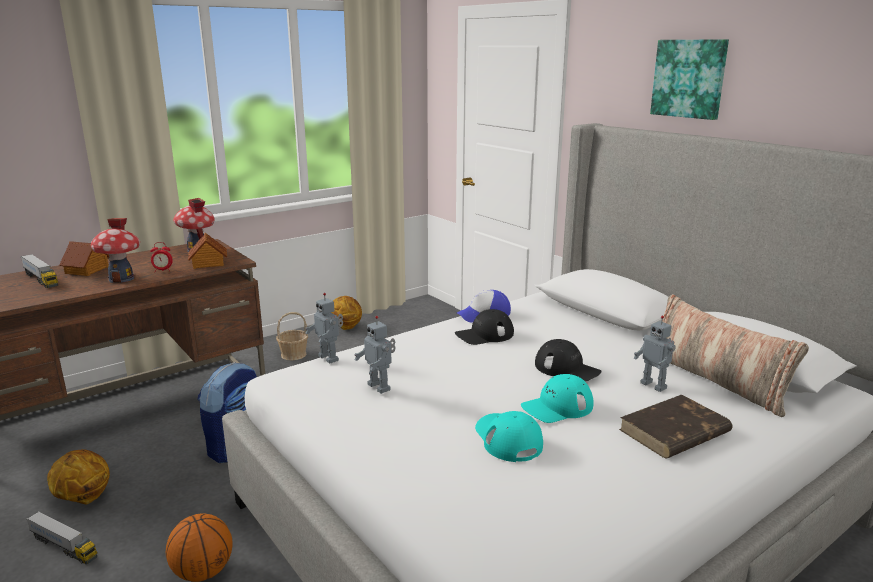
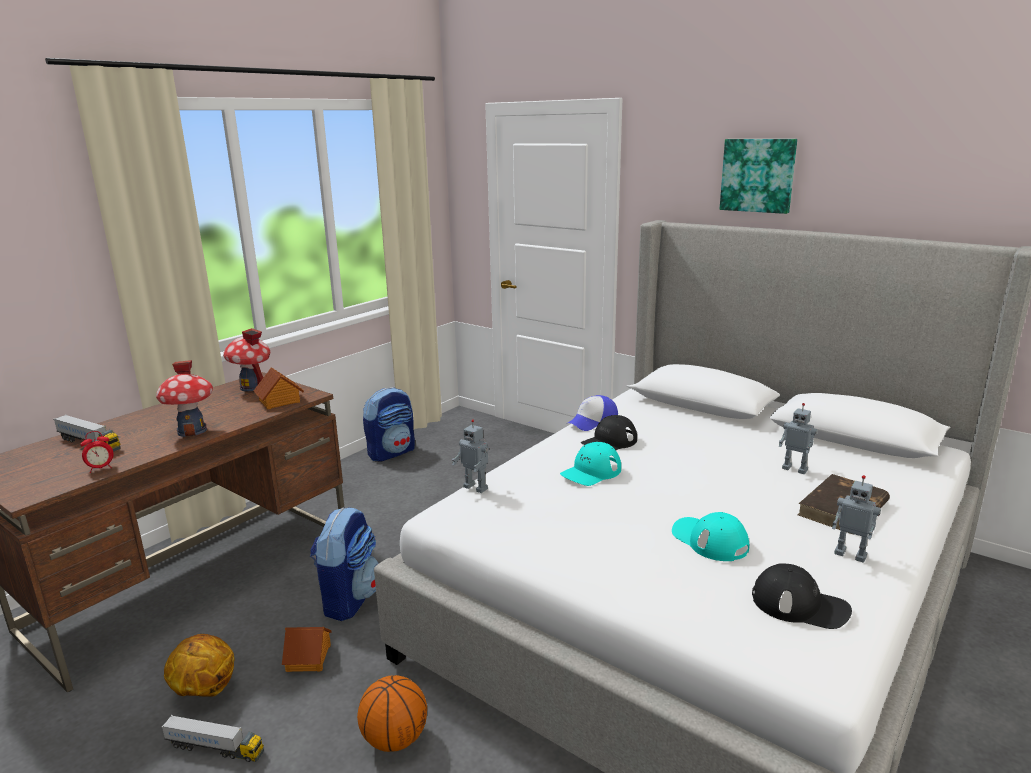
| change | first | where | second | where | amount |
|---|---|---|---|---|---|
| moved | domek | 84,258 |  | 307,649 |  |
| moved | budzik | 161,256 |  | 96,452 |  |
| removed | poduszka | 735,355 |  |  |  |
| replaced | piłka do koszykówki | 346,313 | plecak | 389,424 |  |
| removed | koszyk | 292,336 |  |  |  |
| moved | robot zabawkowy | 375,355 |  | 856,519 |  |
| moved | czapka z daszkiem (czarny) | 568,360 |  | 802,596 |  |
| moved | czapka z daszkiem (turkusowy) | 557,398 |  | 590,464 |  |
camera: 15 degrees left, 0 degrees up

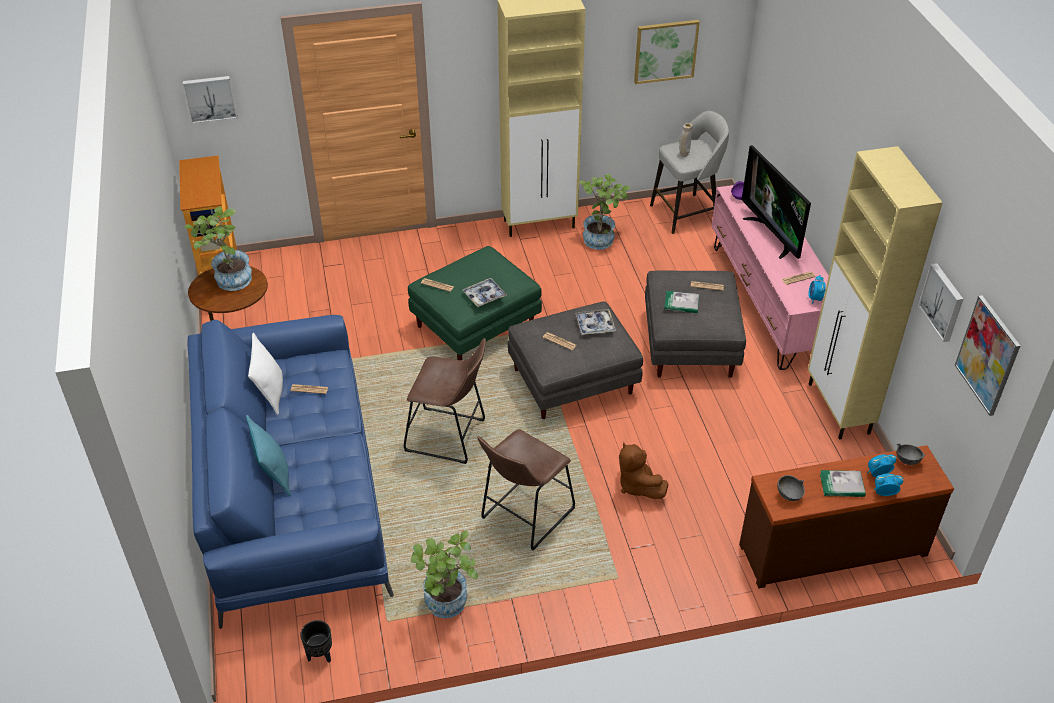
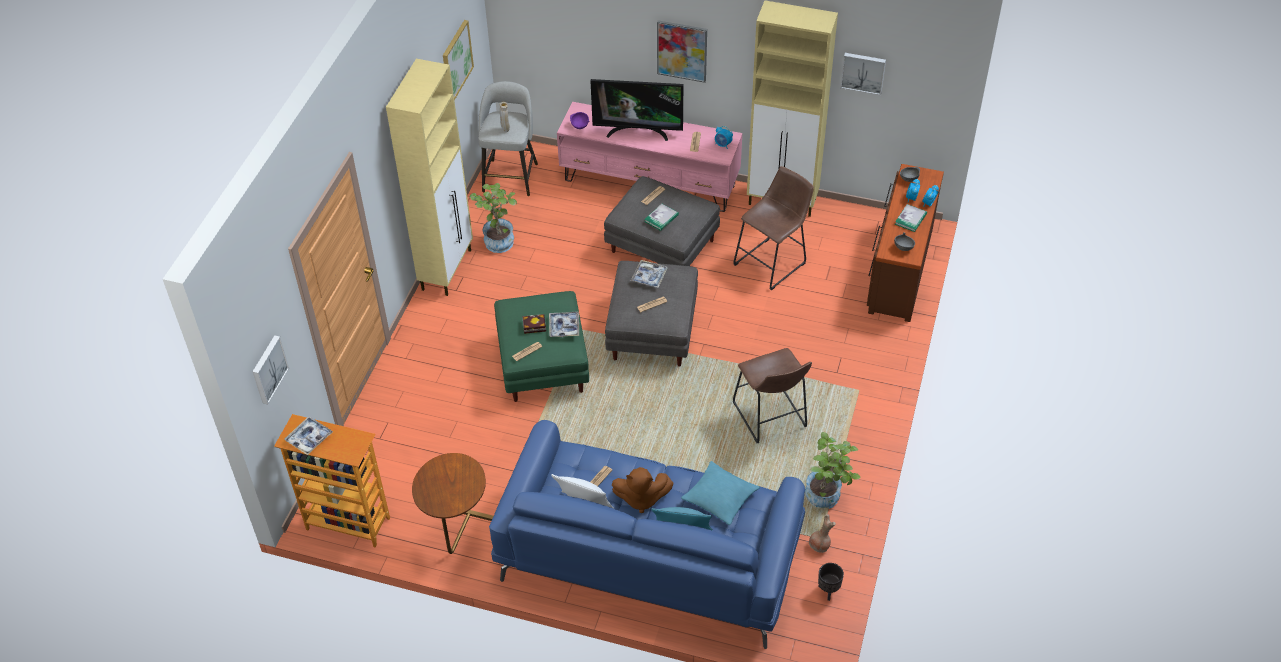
| change | first | where | second | where | amount |
|---|---|---|---|---|---|
| removed | roślina doniczkowa | 218,248 |  |  |  |
| moved | obraz | 987,355 |  | 682,51 |  |
| moved | stołek (brązowy) | 445,401 |  | 773,228 |  |
| moved | pluszak (brązowy) | 643,470 |  | 642,490 |  |
| added |  |  | książka | 534,324 |  |
| added |  |  | taca | 308,435 |  |
| added |  |  | poduszka (turkusowy) | 720,493 |  |
| added |  |  | wazon (brązowy) | 822,533 |  |
camera: 60 degrees left, 5 degrees up

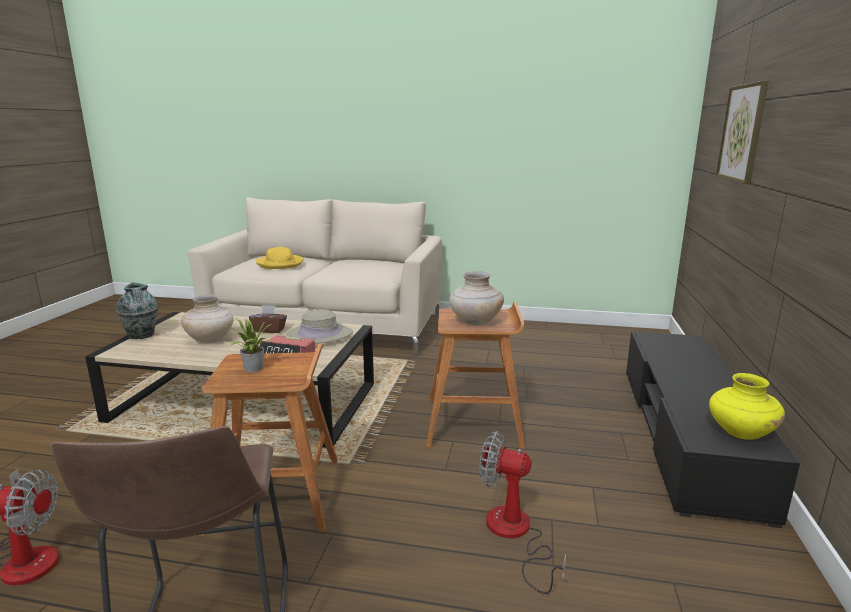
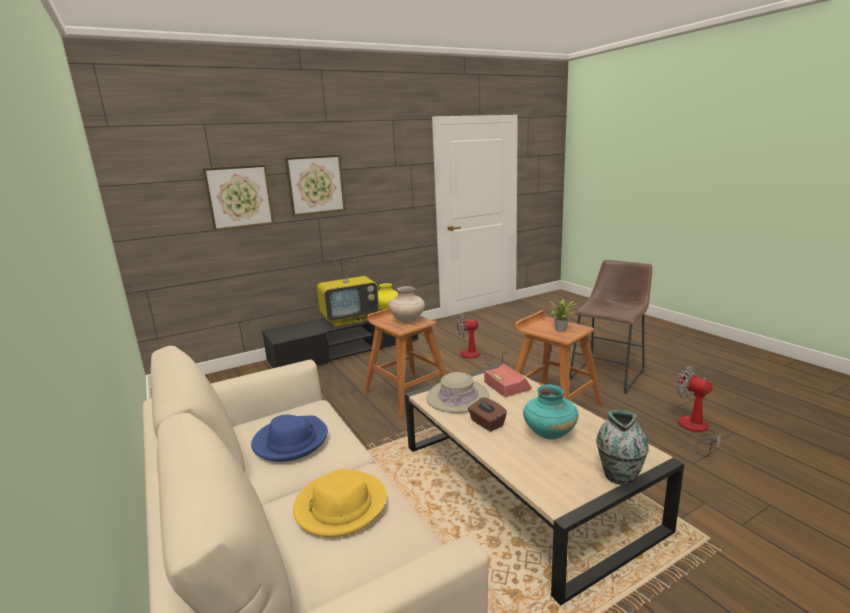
| change | first | where | second | where | amount |
|---|---|---|---|---|---|
| recoloured | wazon (beżowy) | 207,318 | wazon (turkusowy) | 550,411 |  |
| turned | wentylator | 522,512 |  | 482,340 | 105 degrees clockwise |
| added |  |  | obraz | 315,185 |  |
| added |  |  | telewizor | 348,292 |  |
| added |  |  | kapelusz (niebieski) | 289,438 |  |
camera: 130 degrees left, 0 degrees up

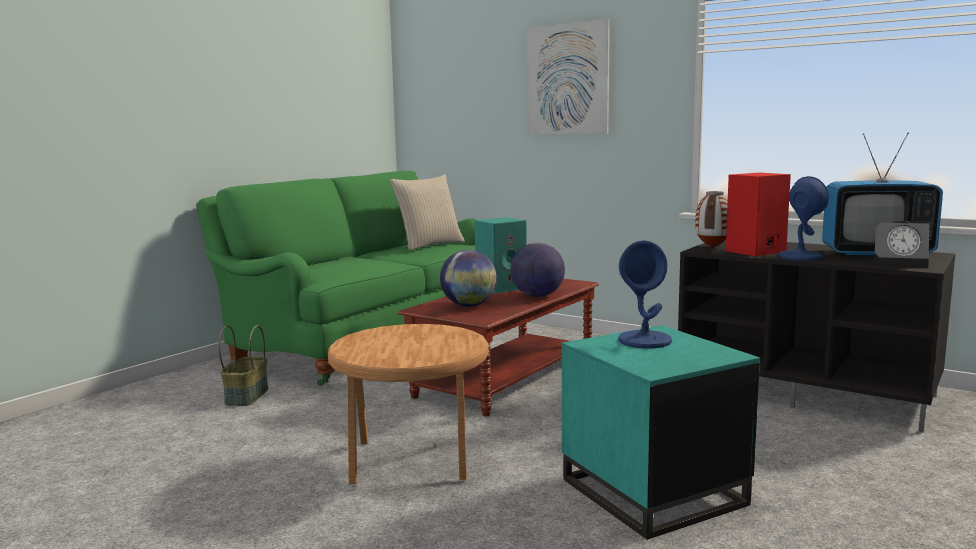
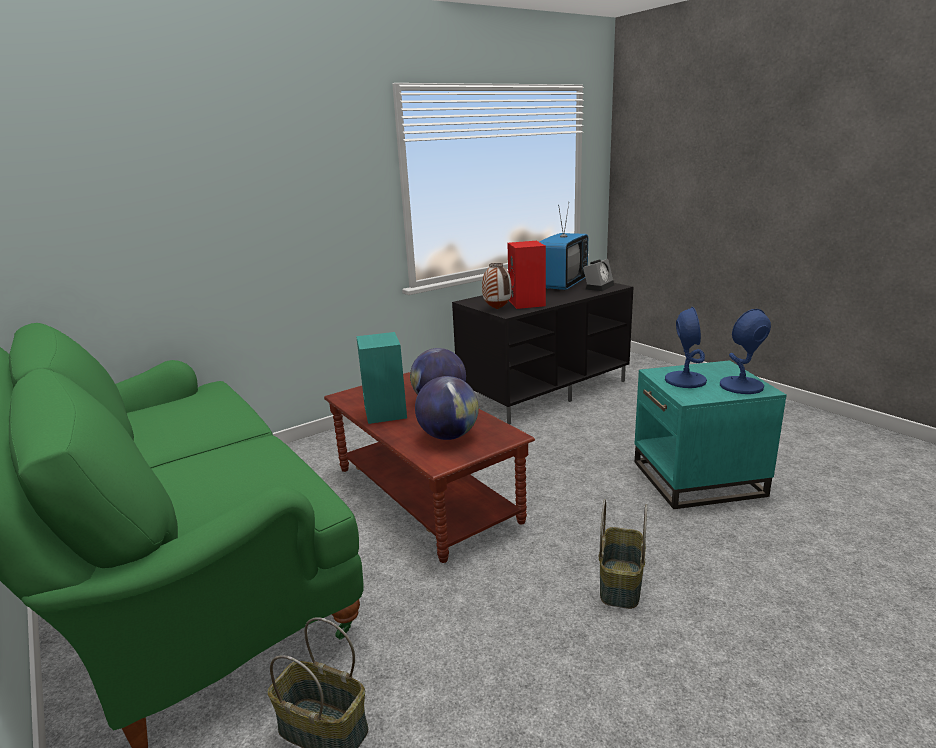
| change | first | where | second | where | amount |
|---|---|---|---|---|---|
| removed | obraz | 568,76 |  |  |  |
| removed | poduszka (beżowy) | 427,212 |  |  |  |
| moved | lampa stołowa (niebieski) | 803,218 |  | 745,351 |  |
| replaced | stolik (brązowy) | 408,404 | koszyk | 623,554 |  |
camera: 70 degrees left, 10 degrees up

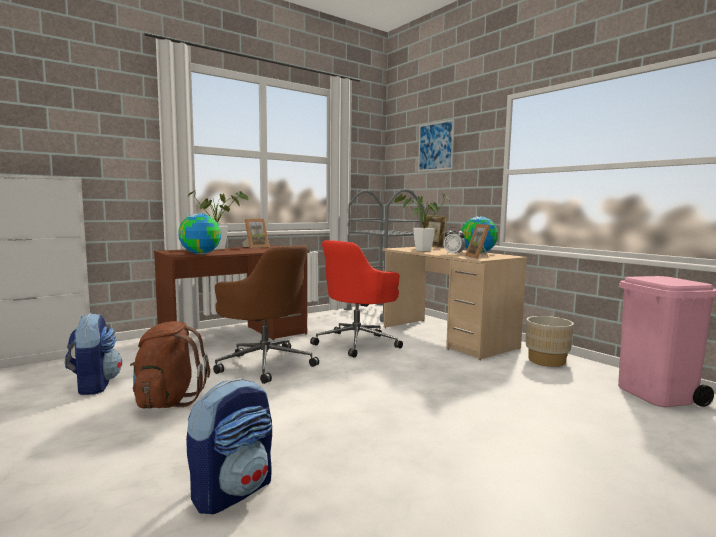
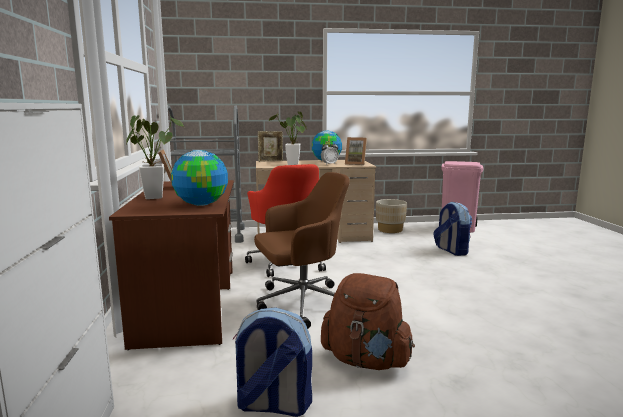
| change | first | where | second | where | amount |
|---|---|---|---|---|---|
| removed | obraz | 436,145 |  |  |  |
| moved | plecak | 229,446 |  | 453,229 |  |
camera: 60 degrees left, 5 degrees up

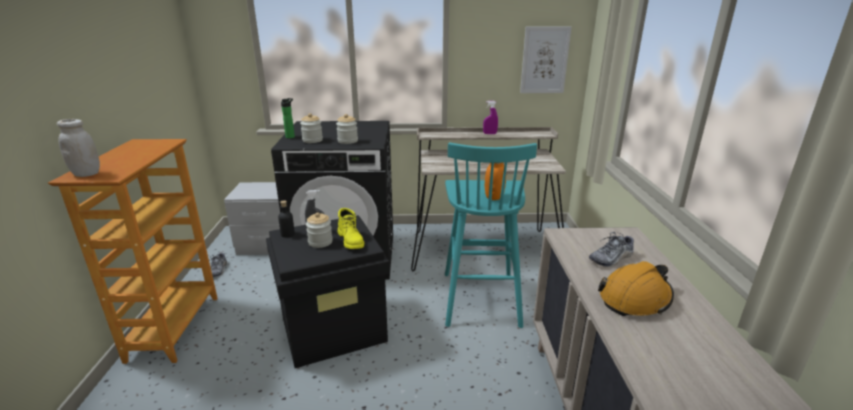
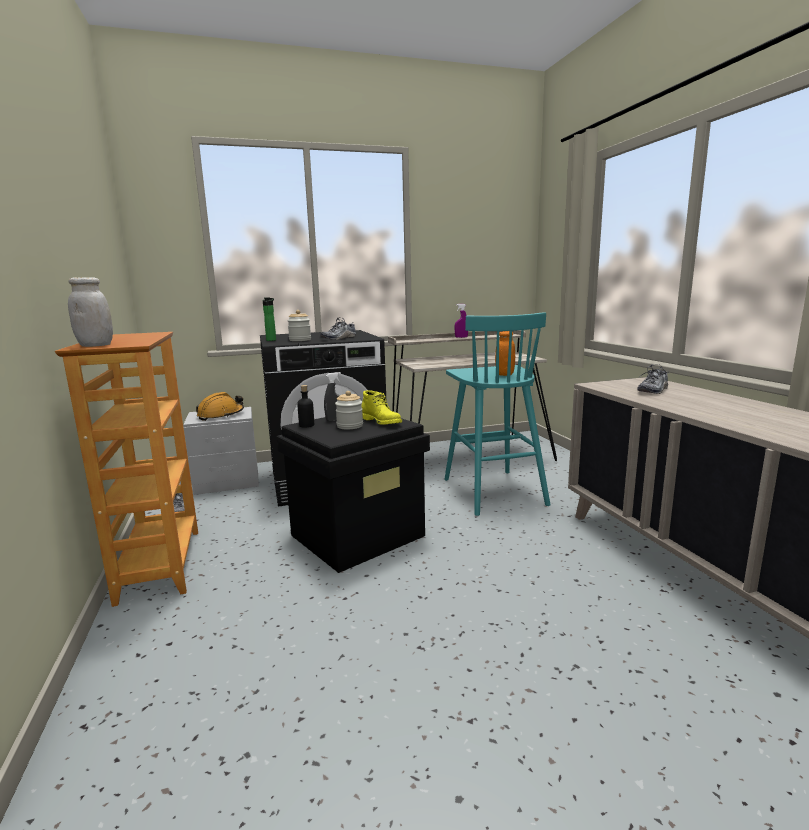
| change | first | where | second | where | amount |
|---|---|---|---|---|---|
| removed | obraz | 545,60 |  |  |  |
| replaced | słoik | 347,129 | but | 338,328 |  |
| moved | kask (pomarańczowy) | 636,288 |  | 220,406 |  |
camera: 15 degrees left, 10 degrees down

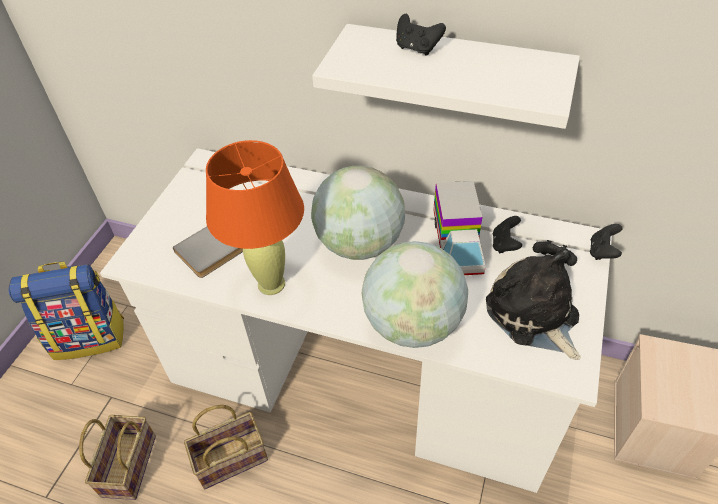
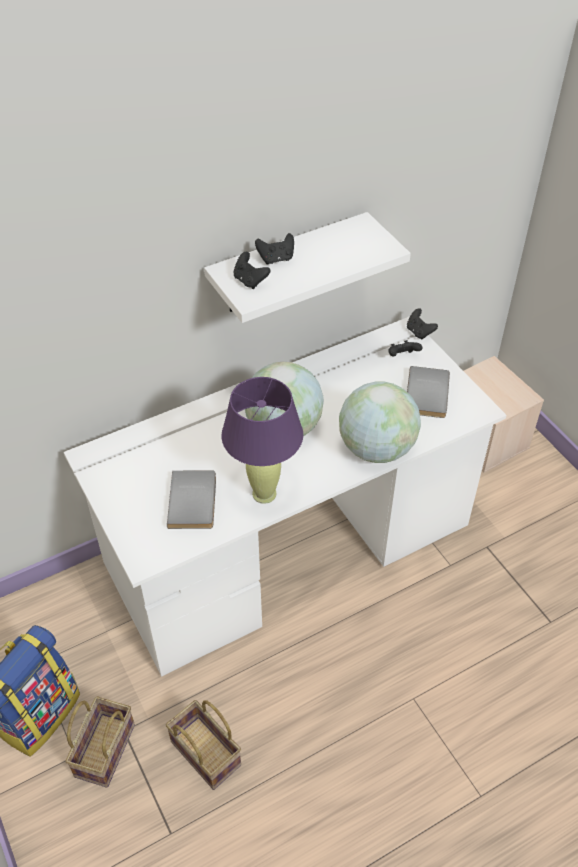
| change | first | where | second | where | amount |
|---|---|---|---|---|---|
| recoloured | lampa stołowa (pomarańczowy) | 255,217 | lampa stołowa (fioletowy) | 262,440 |  |
| removed | ciężarówka zabawkowa | 459,228 |  |  |  |
| moved | pad do gier (czarny) | 507,234 |  | 252,270 |  |
| replaced | pluszak | 533,304 | książka (szary) | 428,392 |  |
| moved | koszyk | 226,447 |  | 100,742 |  |
camera: 50 degrees left, 0 degrees up

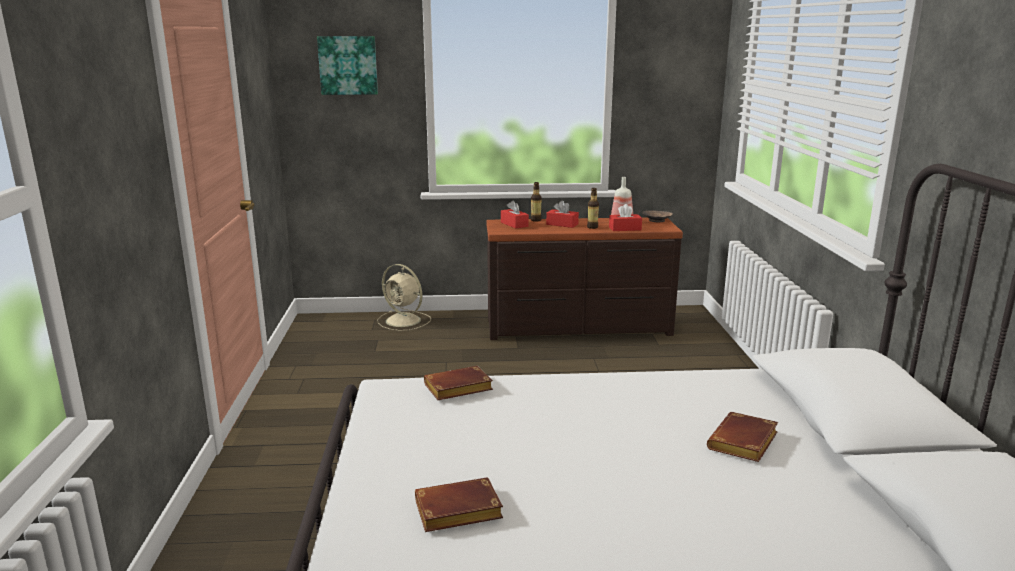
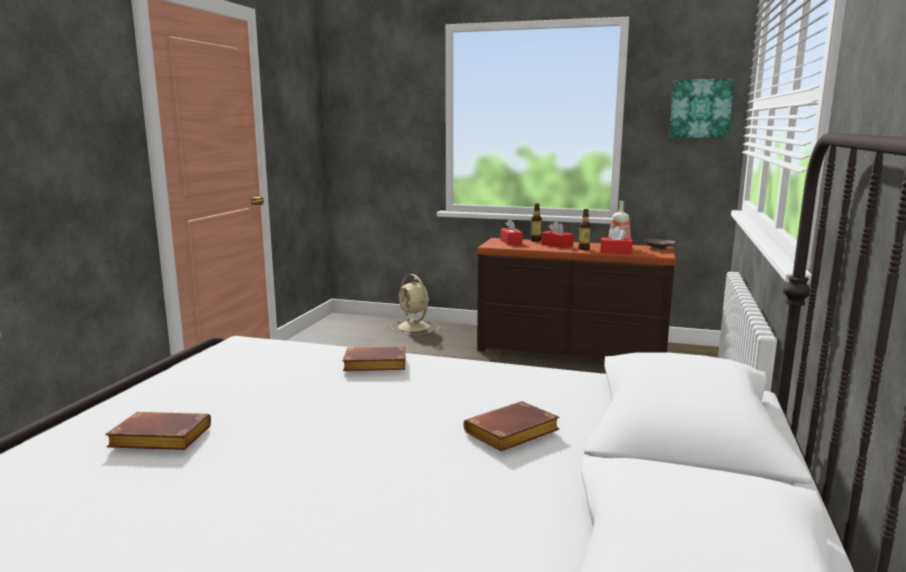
| change | first | where | second | where | amount |
|---|---|---|---|---|---|
| moved | obraz | 347,65 |  | 701,108 |  |
| moved | książka (brązowy) | 458,383 |  | 374,359 |  |
camera: 20 degrees right, 5 degrees down

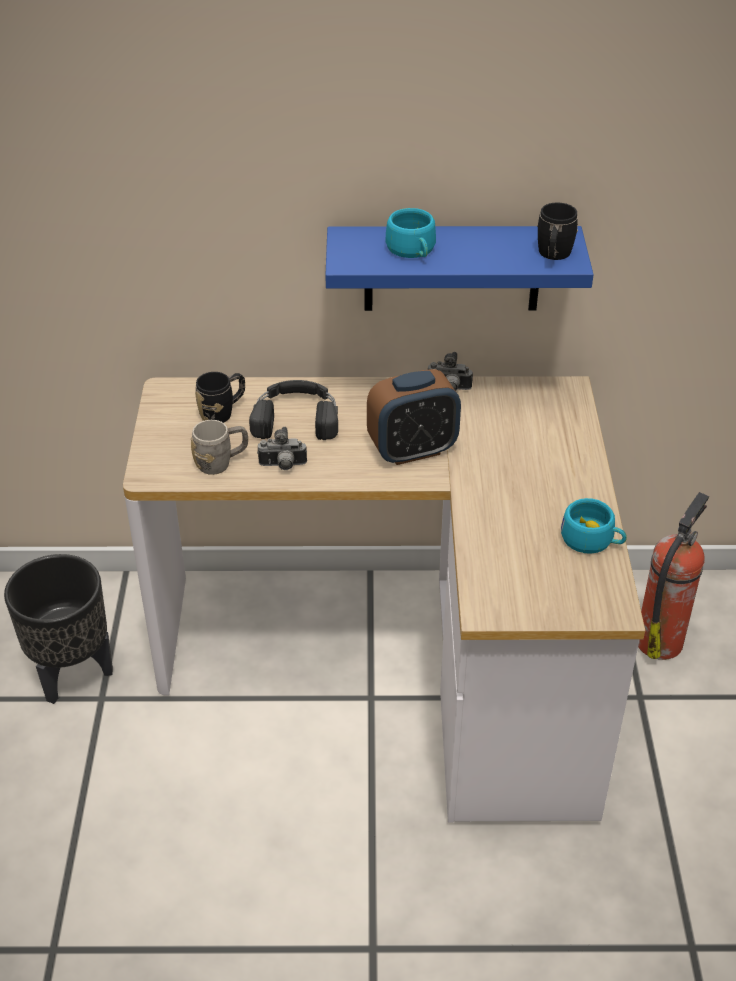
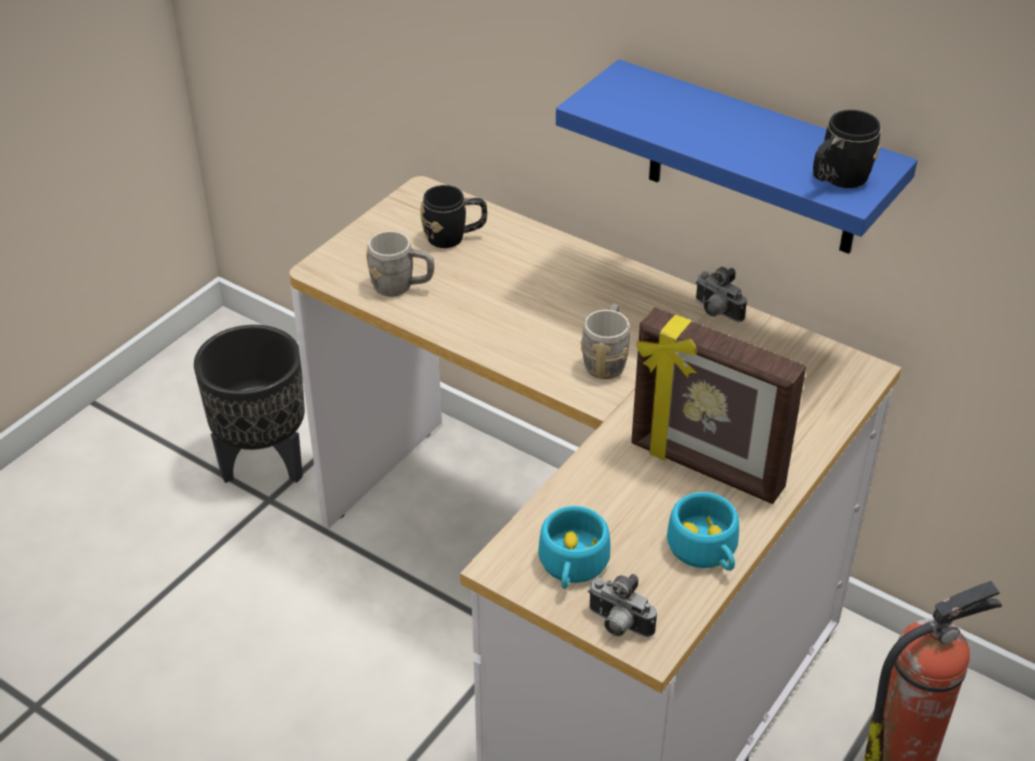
| change | first | where | second | where | amount |
|---|---|---|---|---|---|
| moved | filiżanka (turkusowy) | 411,233 |  | 574,547 |  |
| replaced | budzik | 414,417 | kubek (szary) | 605,341 |  |
| removed | słuchawki (czarny) | 293,410 |  |  |  |
| moved | aparat fotograficzny | 282,448 |  | 622,605 |  |
| added |  |  | ramka na zdjęcie | 718,405 |  |
camera: 35 degrees right, 0 degrees up

